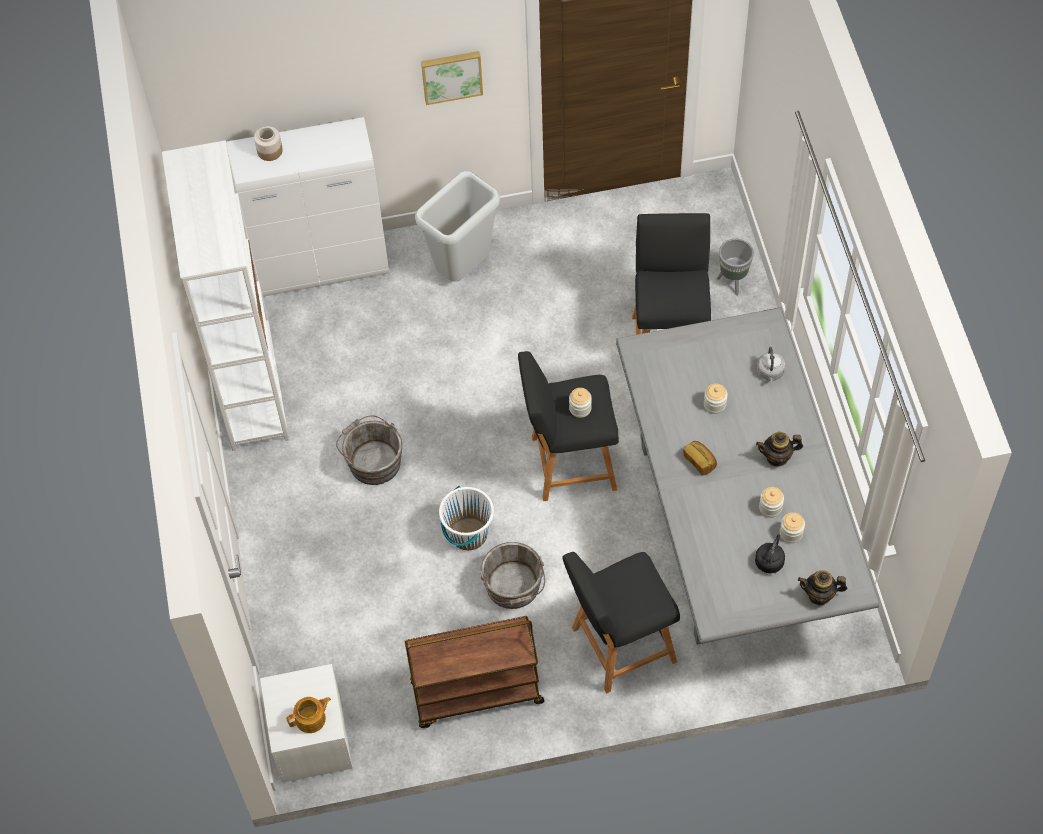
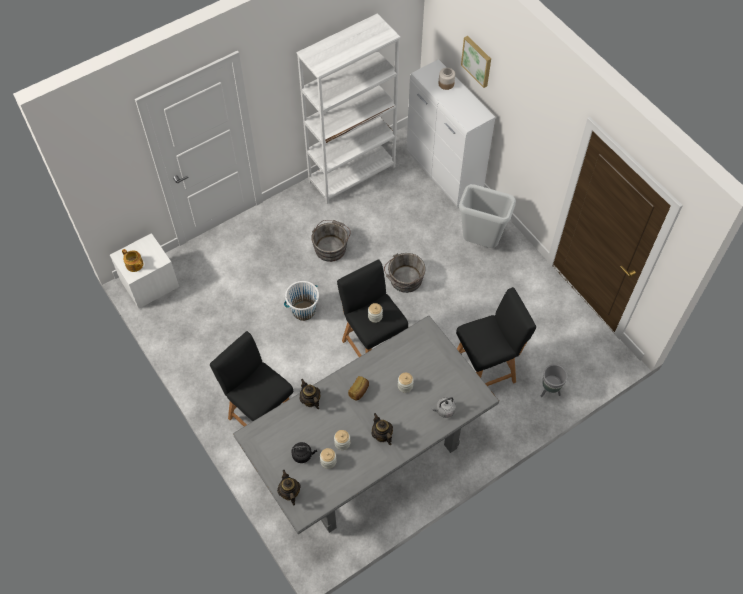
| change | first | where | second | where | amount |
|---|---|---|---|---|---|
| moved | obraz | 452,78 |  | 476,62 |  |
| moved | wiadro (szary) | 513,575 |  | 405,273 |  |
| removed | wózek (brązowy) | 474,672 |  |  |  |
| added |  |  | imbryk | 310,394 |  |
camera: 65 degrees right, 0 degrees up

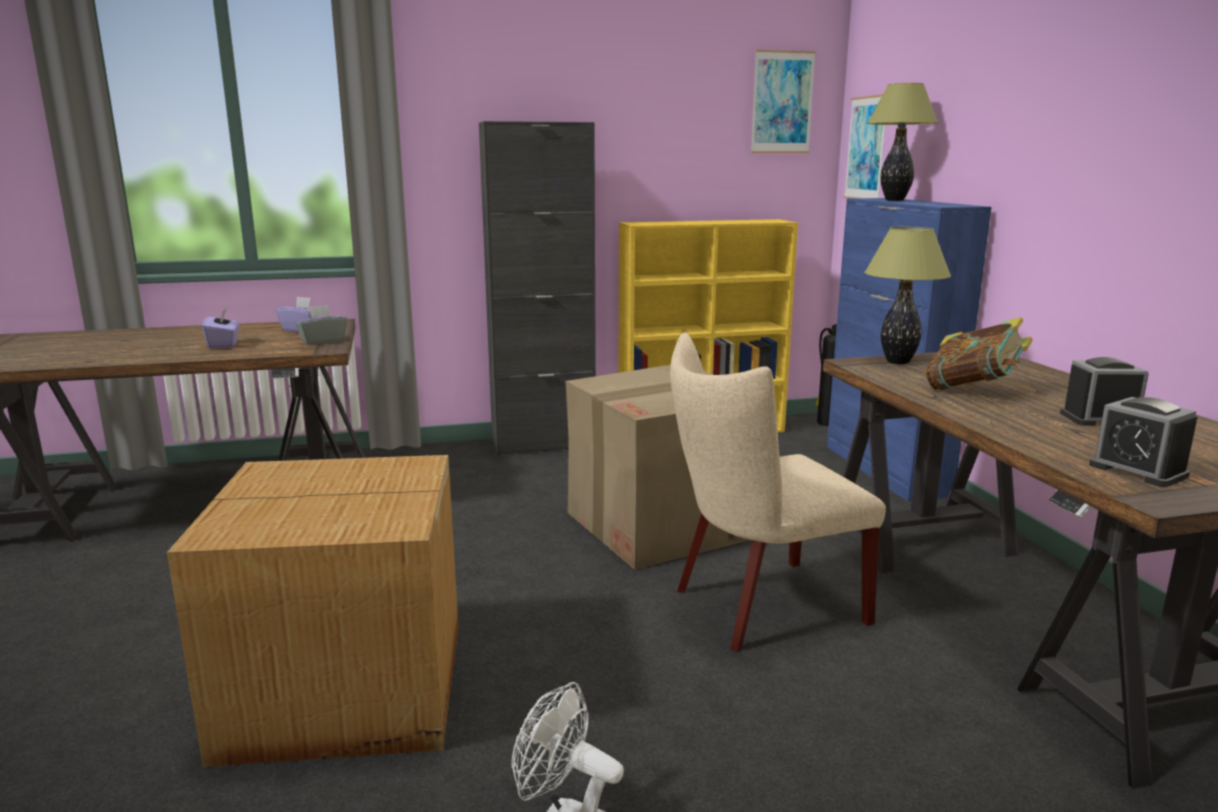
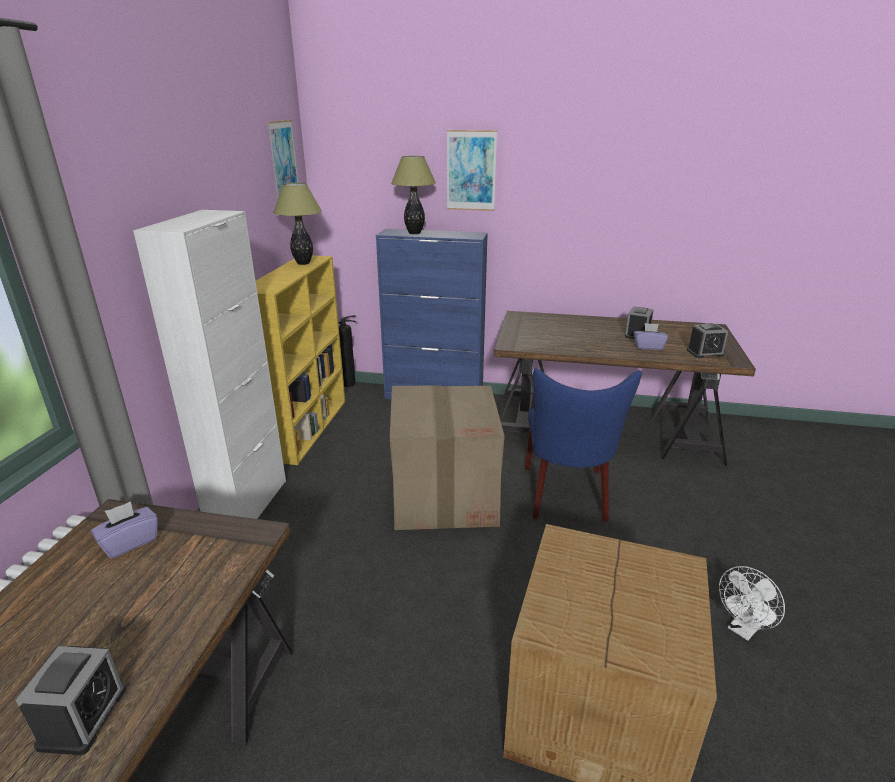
| change | first | where | second | where | amount |
|---|---|---|---|---|---|
| moved | obraz | 864,146 |  | 472,170 |  |
| recoloured | szafka (czarny) | 537,288 | szafka (biały) | 209,364 |  |
| moved | lampa stołowa | 907,295 |  | 297,224 |  |
| removed | pudełko chusteczek (szary) | 321,325 |  |  |  |
| moved | pudełko chusteczek (fioletowy) | 221,328 |  | 651,336 |  |
| removed | książka | 979,353 |  |  |  |
| recoloured | krzesło (beżowy) | 778,492 | krzesło (niebieski) | 583,445 |  |
| added |  |  | budzik | 71,700 |  |
camera: 65 degrees left, 10 degrees up

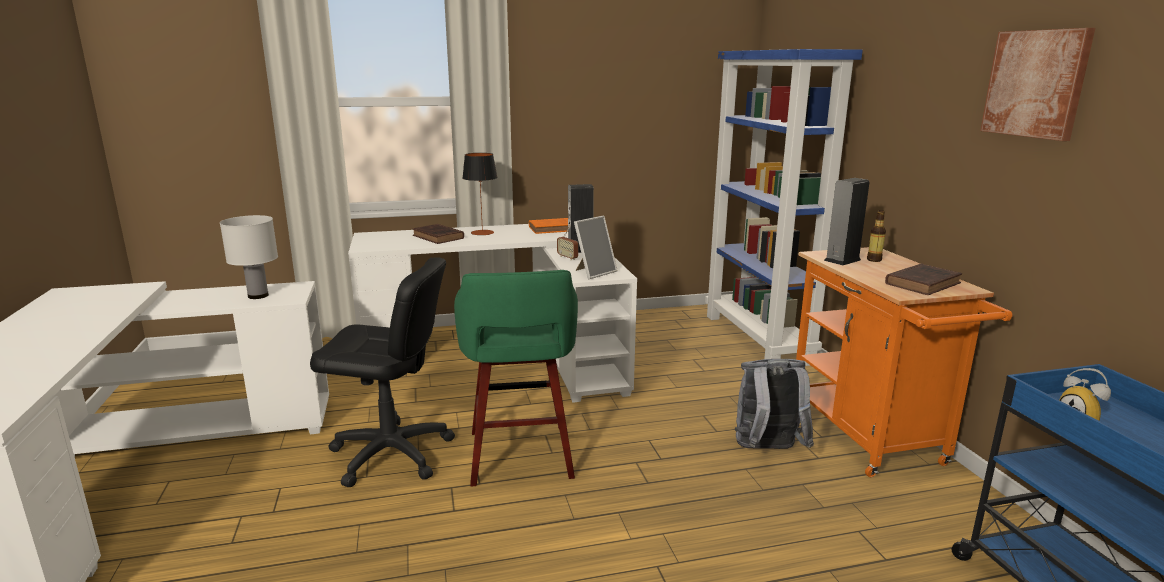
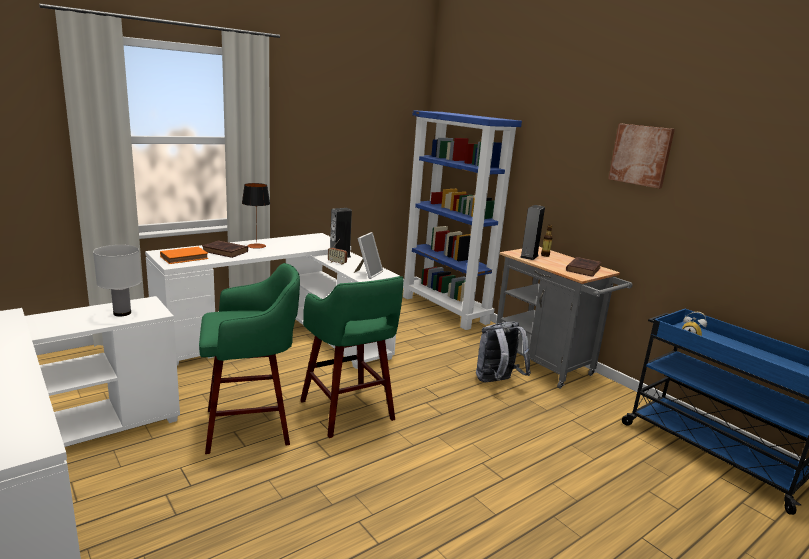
| change | first | where | second | where | amount |
|---|---|---|---|---|---|
| moved | książka (pomarańczowy) | 548,226 |  | 184,255 |  |
| recoloured | wózek (pomarańczowy) | 904,362 | wózek (szary) | 564,318 |  |
| replaced | krzesło biurowe (czarny) | 382,372 | stołek (zielony) | 249,358 |  |
camera: 25 degrees left, 0 degrees up

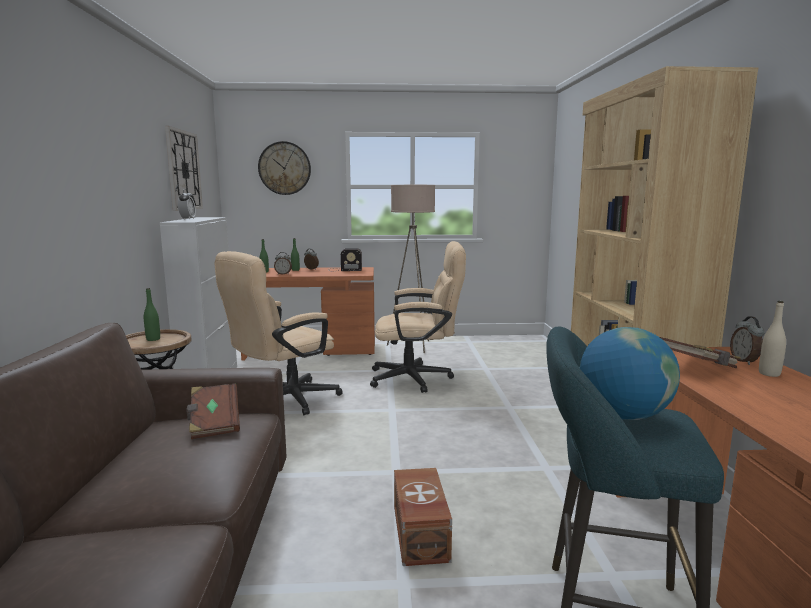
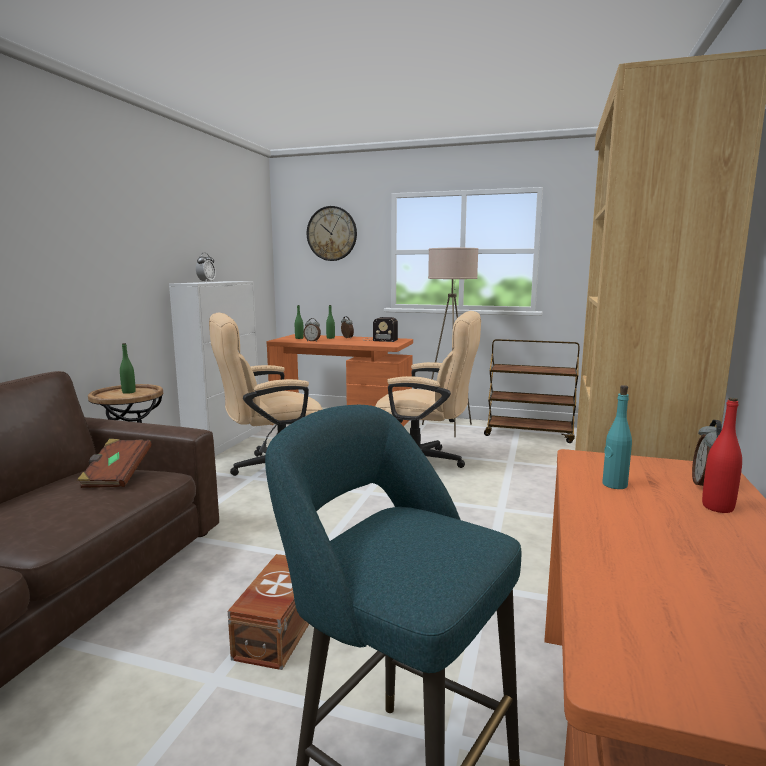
| change | first | where | second | where | amount |
|---|---|---|---|---|---|
| removed | zegar ścienny | 184,168 |  |  |  |
| recoloured | butelka (beżowy) | 772,339 | butelka (czerwony) | 722,455 |  |
| removed | globus | 630,373 |  |  |  |
| replaced | książka (brązowy) | 700,352 | butelka (turkusowy) | 617,437 |  |
| added |  |  | wózek (brązowy) | 532,391 |  |
camera: 20 degrees right, 0 degrees up

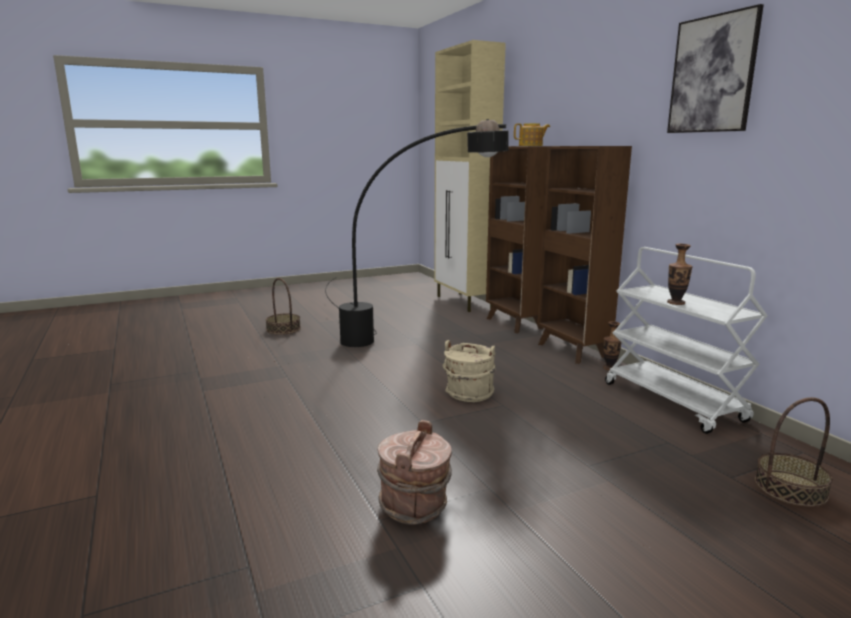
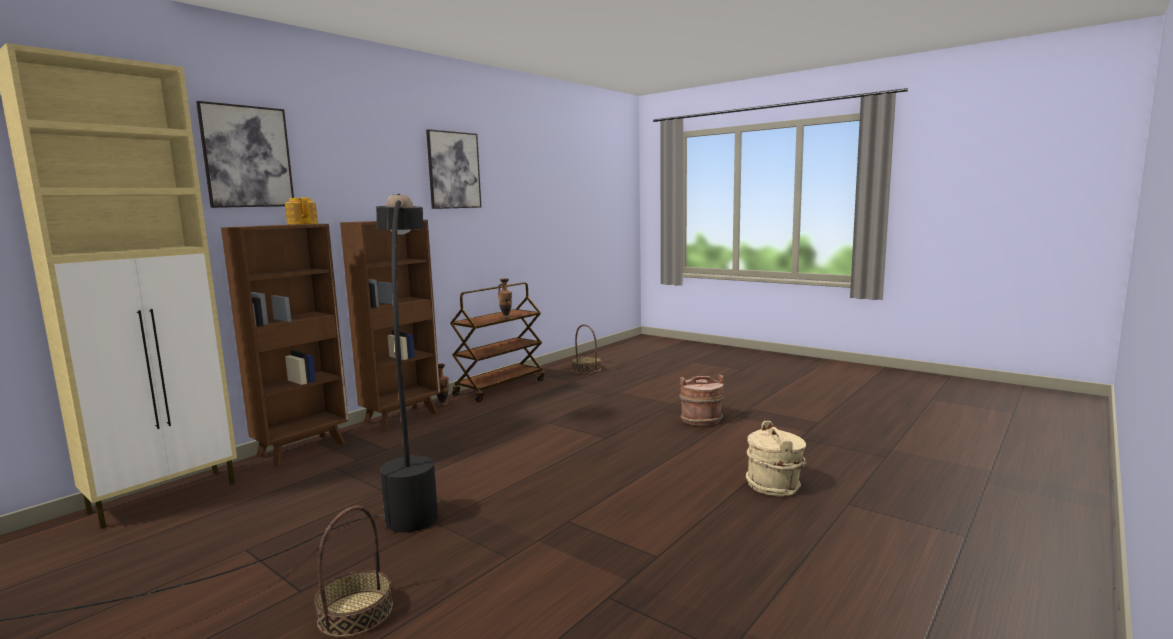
| change | first | where | second | where | amount |
|---|---|---|---|---|---|
| recoloured | wózek (biały) | 686,340 | wózek (brązowy) | 497,342 |  |
| moved | wiadro (beżowy) | 469,371 |  | 776,458 |  |
| added |  |  | obraz | 245,154 |  |
camera: 115 degrees left, 5 degrees down

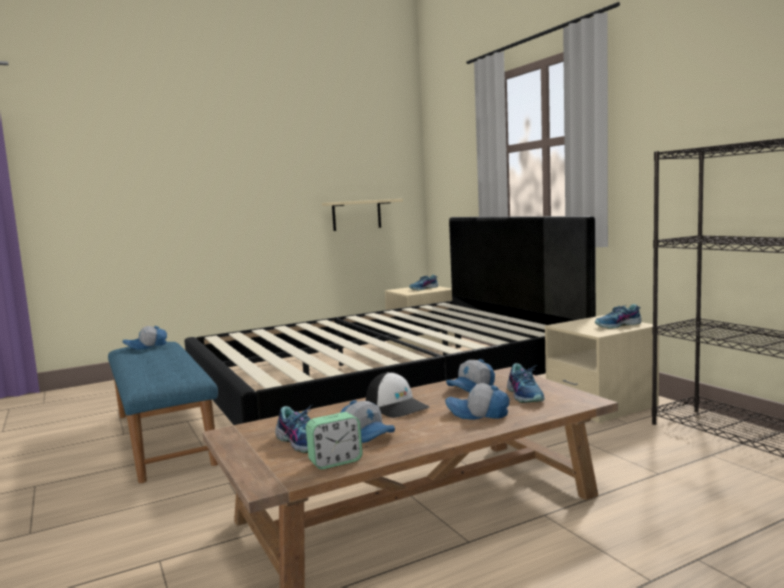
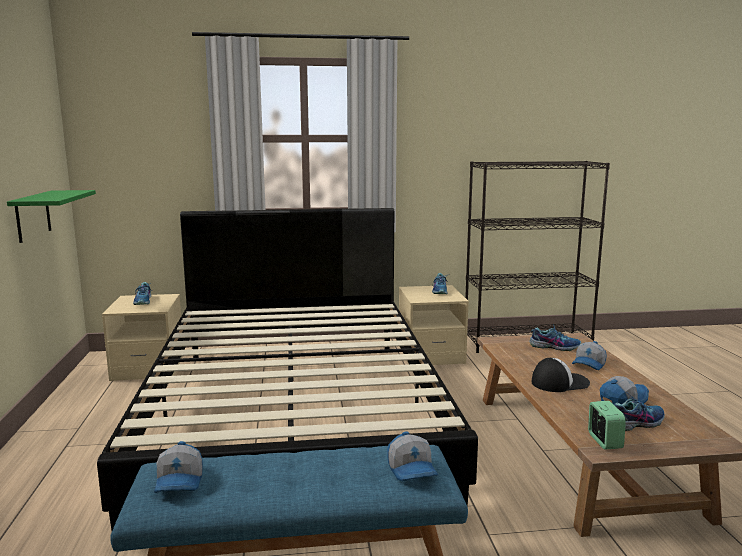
| change | first | where | second | where | amount |
|---|---|---|---|---|---|
| recoloured | półka (beżowy) | 362,215 | półka (zielony) | 51,216 |  |
| moved | czapka z daszkiem | 470,375 |  | 412,456 |  |
| moved | budzik | 334,440 |  | 607,425 |  |
camera: 70 degrees left, 5 degrees up

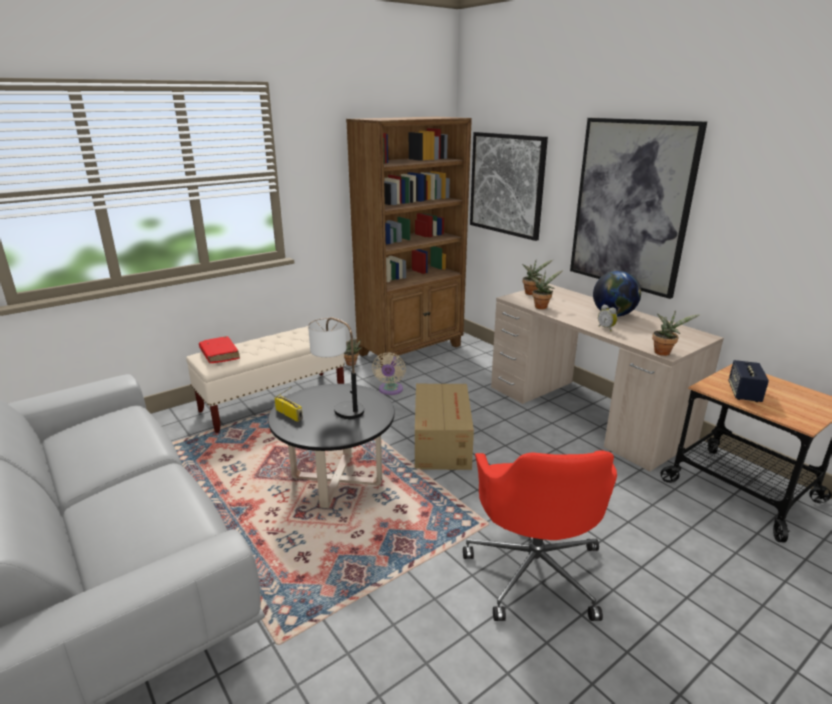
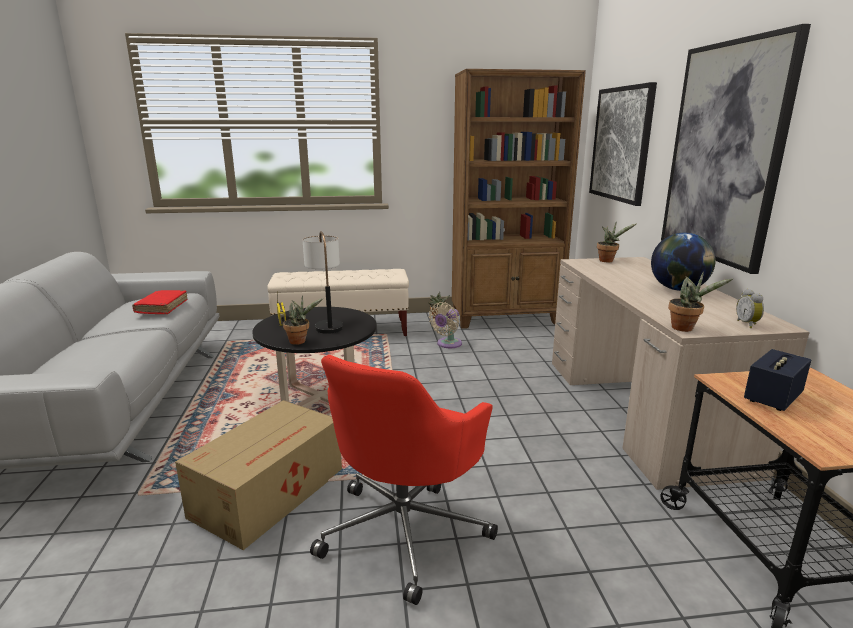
| change | first | where | second | where | amount |
|---|---|---|---|---|---|
| moved | roślina doniczkowa | 547,289 |  | 303,320 |  |
| moved | budzik | 607,318 |  | 750,308 |  |
| moved | książka (czerwony) | 219,349 |  | 160,302 |  |
| moved | karton | 444,427 |  | 258,475 |  |
camera: 30 degrees right, 5 degrees down

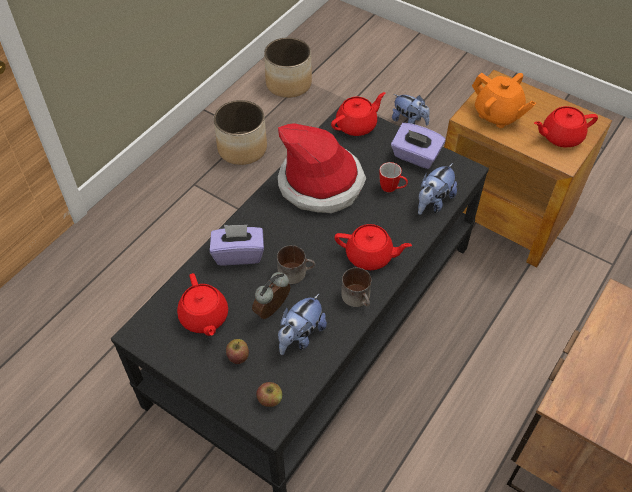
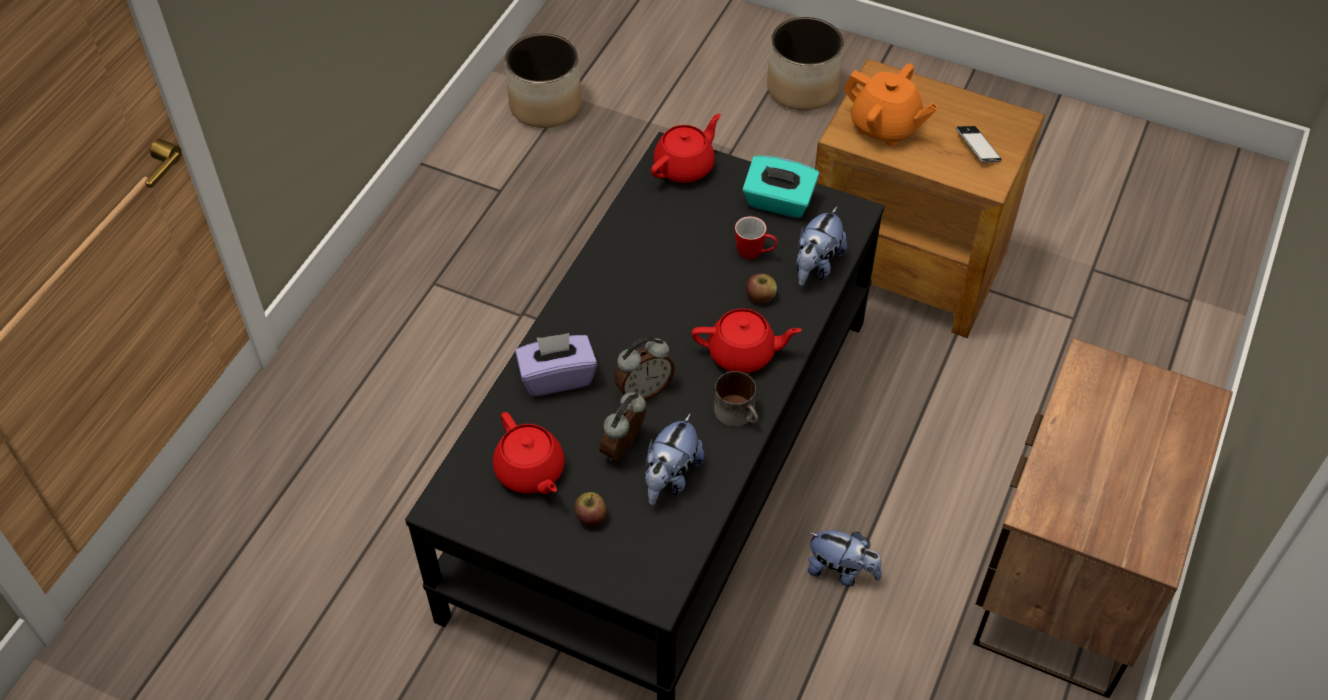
| change | first | where | second | where | amount |
|---|---|---|---|---|---|
| moved | pluszak | 411,109 |  | 844,558 |  |
| moved | donica | 240,132 |  | 805,64 |  |
| replaced | imbryk (czerwony) | 566,126 | telefon | 979,144 |  |
| removed | kapelusz | 322,168 |  |  |  |
| recoloured | pudełko chusteczek (fioletowy) | 418,146 | pudełko chusteczek (turkusowy) | 780,187 |  |
| replaced | kubek | 296,264 | budzik | 645,368 |  |
| moved | jabłko | 269,394 |  | 761,288 |  |
camera: 10 degrees left, 0 degrees up

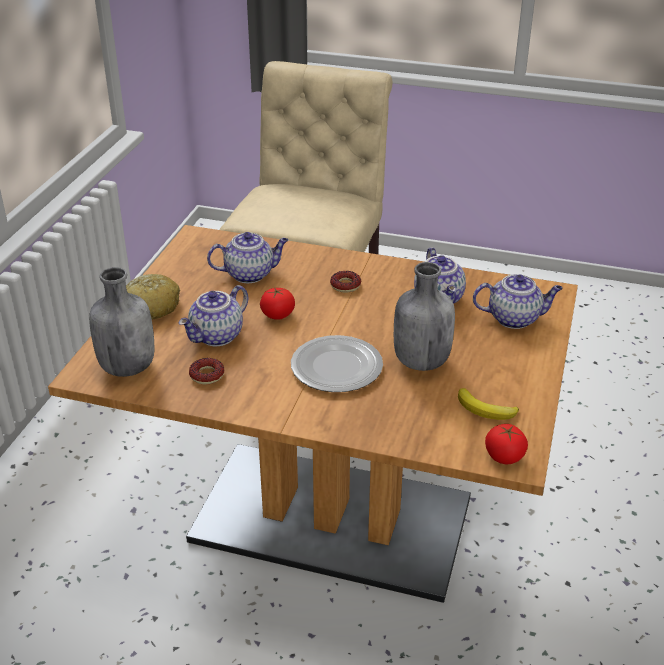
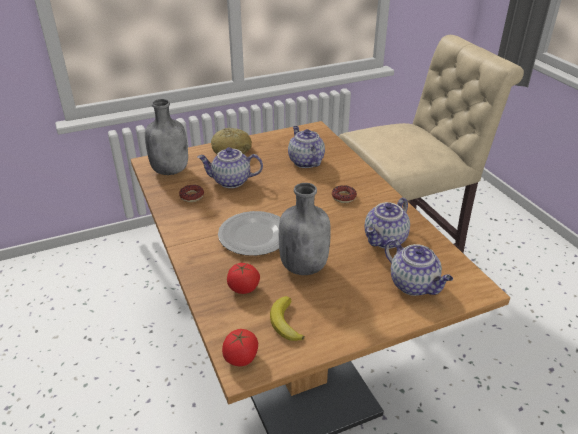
| change | first | where | second | where | amount |
|---|---|---|---|---|---|
| turned | imbryk | 247,257 |  | 306,147 | 150 degrees counterclockwise |
| moved | pomidor | 277,304 |  | 243,278 |  |
camera: 50 degrees right, 0 degrees up

